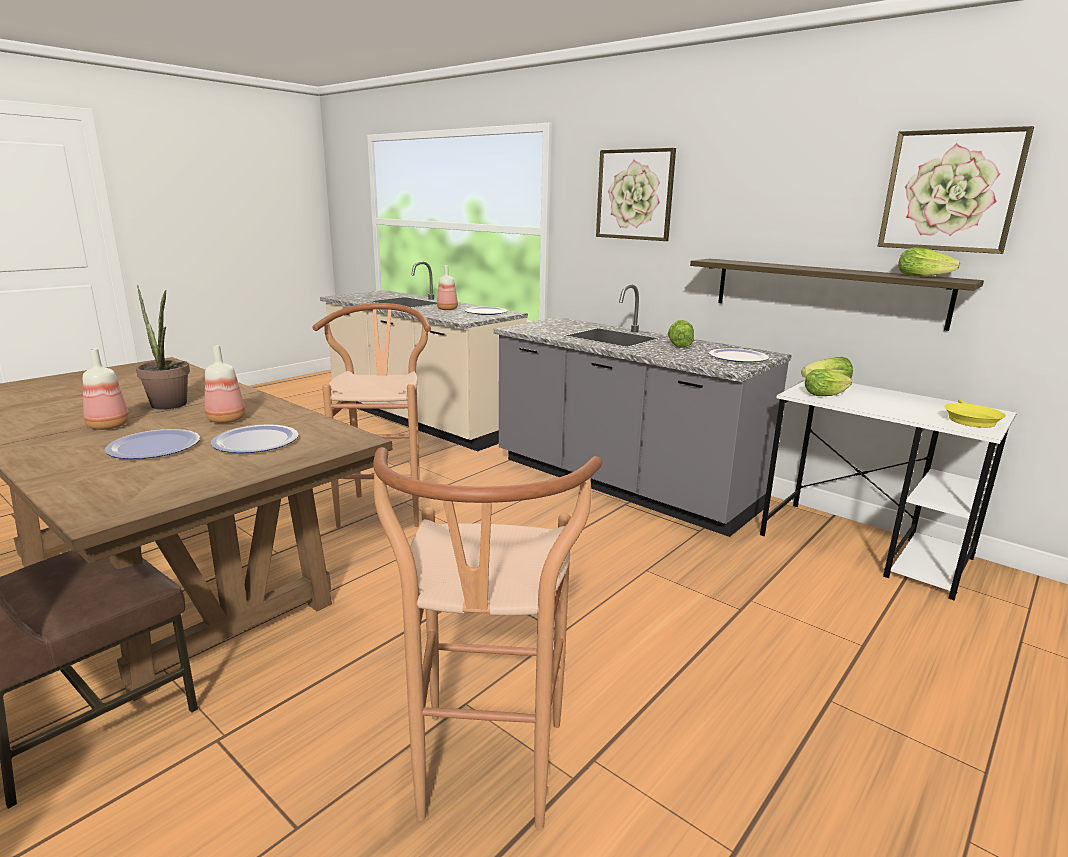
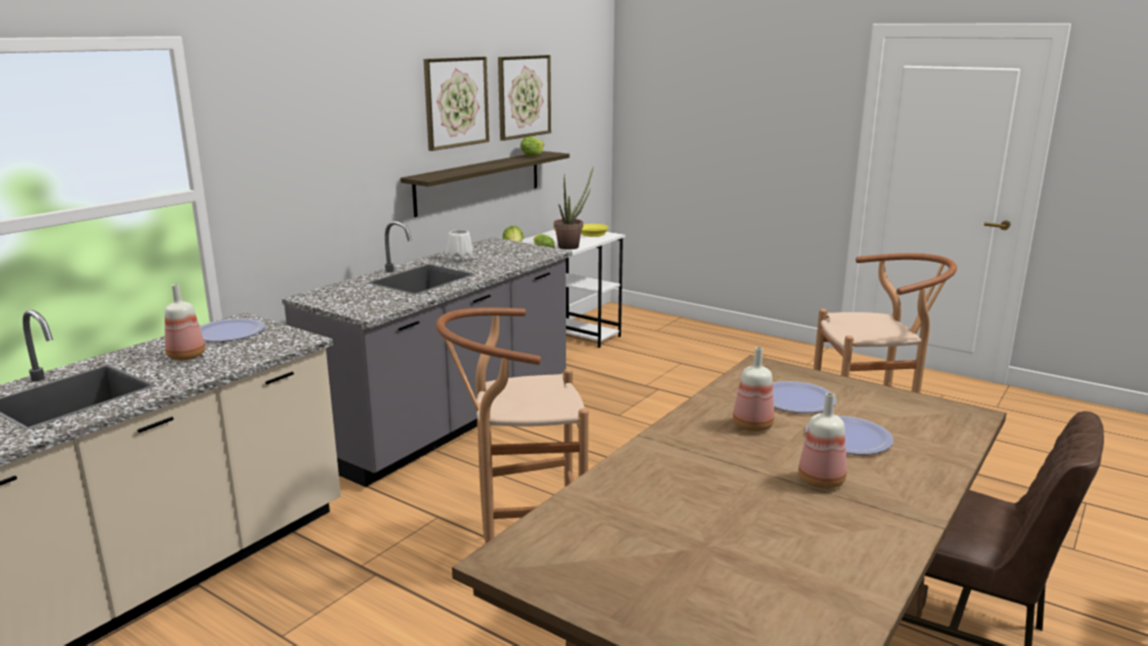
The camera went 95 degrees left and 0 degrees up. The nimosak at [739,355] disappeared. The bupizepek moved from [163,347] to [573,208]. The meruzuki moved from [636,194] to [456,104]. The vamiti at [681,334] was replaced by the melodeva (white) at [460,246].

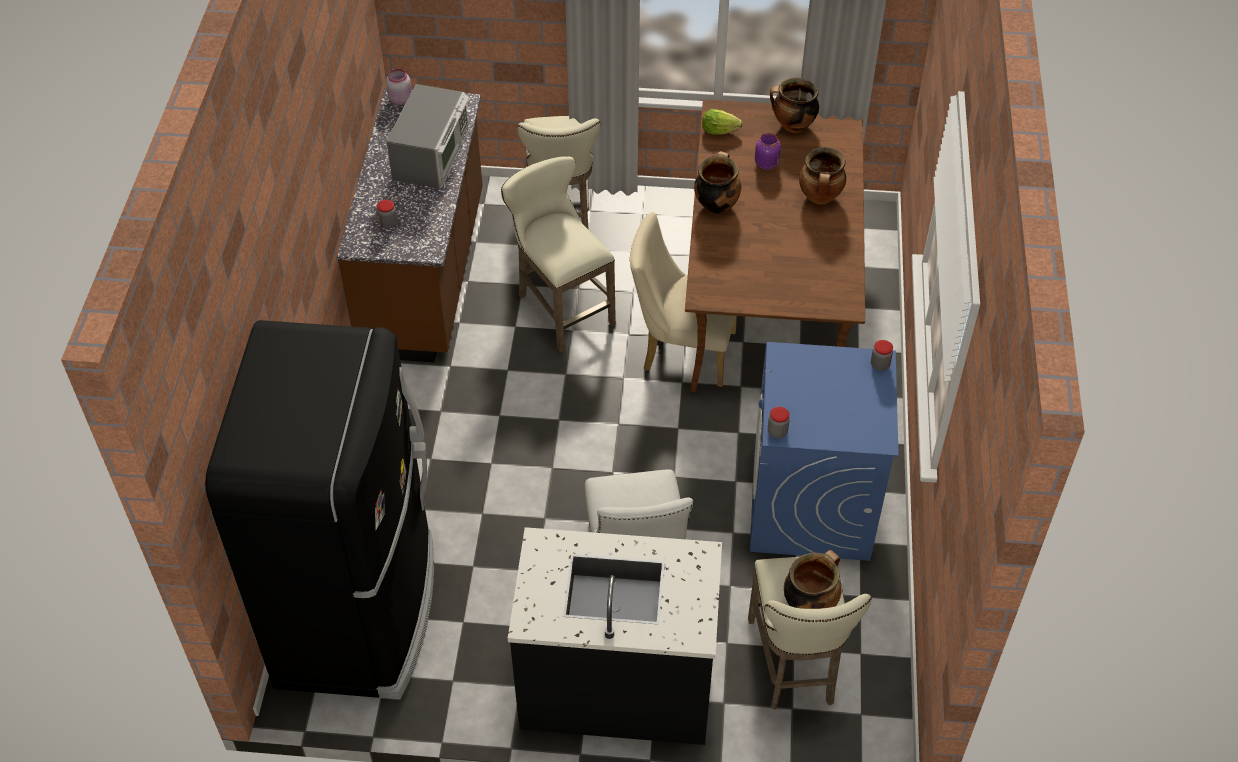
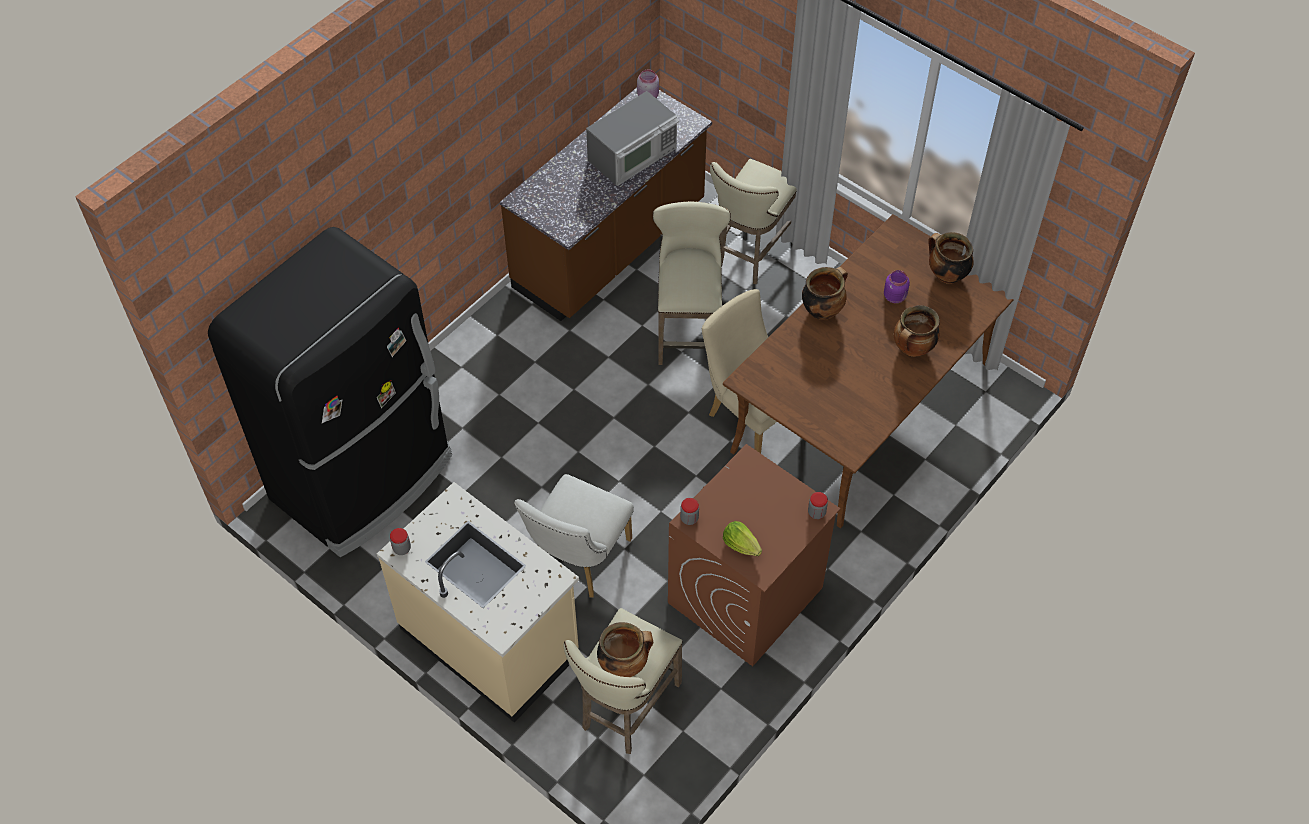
The camera went 35 degrees right and 5 degrees up. The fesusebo moved from [387,214] to [400,541]. The vamiti moved from [722,122] to [742,538]. The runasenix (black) at [615,636] became the runasenix (beige) at [478,602]. The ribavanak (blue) at [824,451] became the ribavanak (brown) at [754,555].

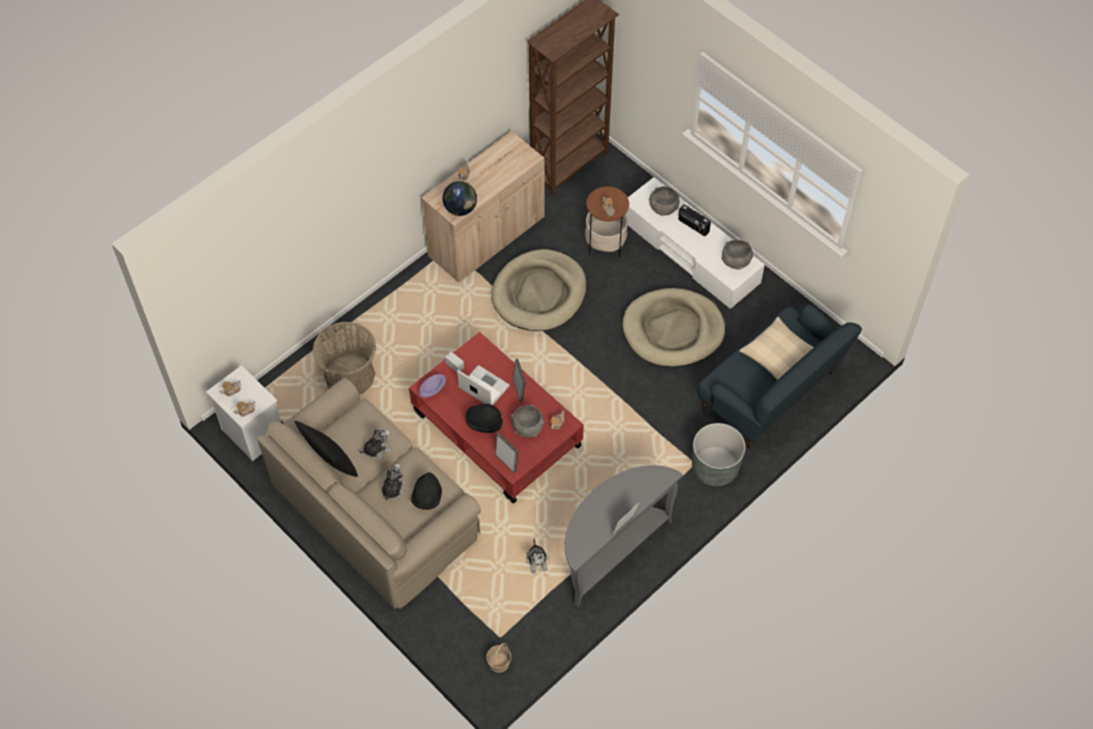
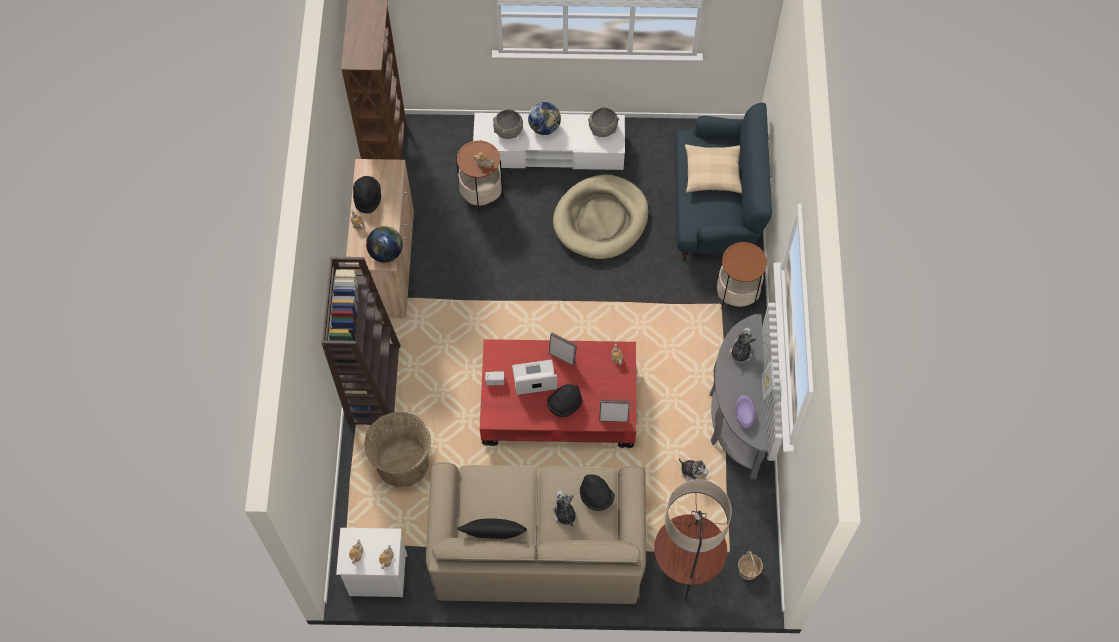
The camera went 45 degrees left and 5 degrees up. The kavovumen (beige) at [539,290] disappeared. The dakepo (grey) at [527,421] disappeared. The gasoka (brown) at [361,340] appeared. The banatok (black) at [367,195] appeared. The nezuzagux at [693,539] appeared. The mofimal moved from [375,444] to [743,345]. The dakepo (purple) moved from [432,386] to [745,411]. The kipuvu at [694,220] was replaced by the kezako at [544,118]. The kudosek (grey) at [718,454] was replaced by the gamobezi at [742,276].

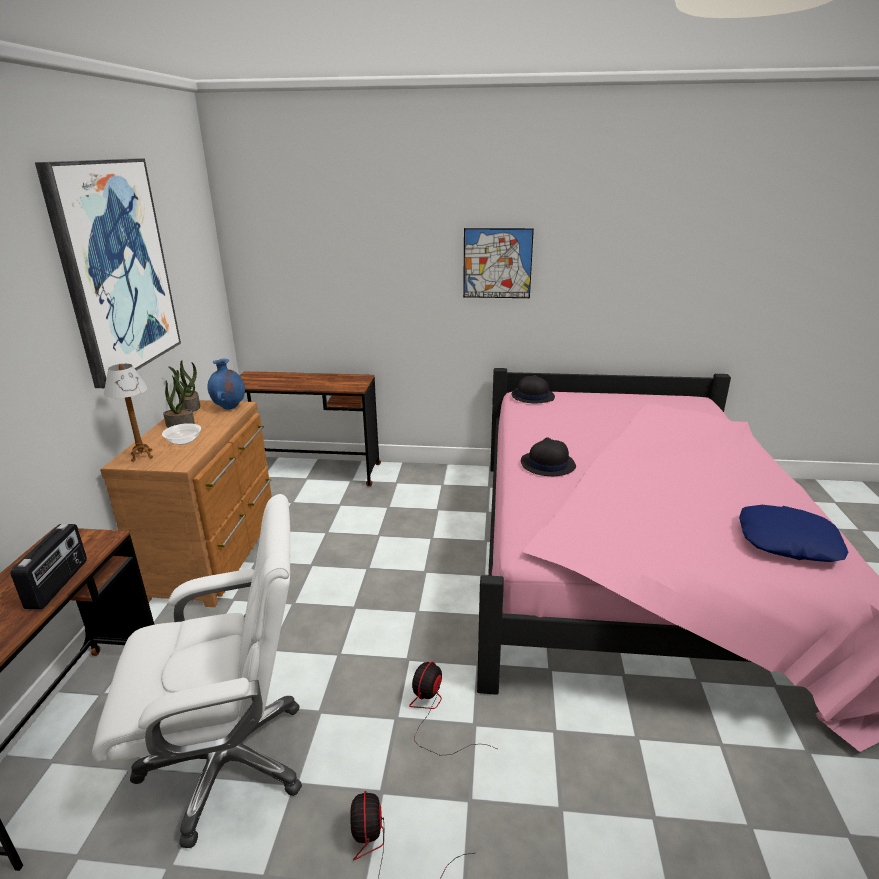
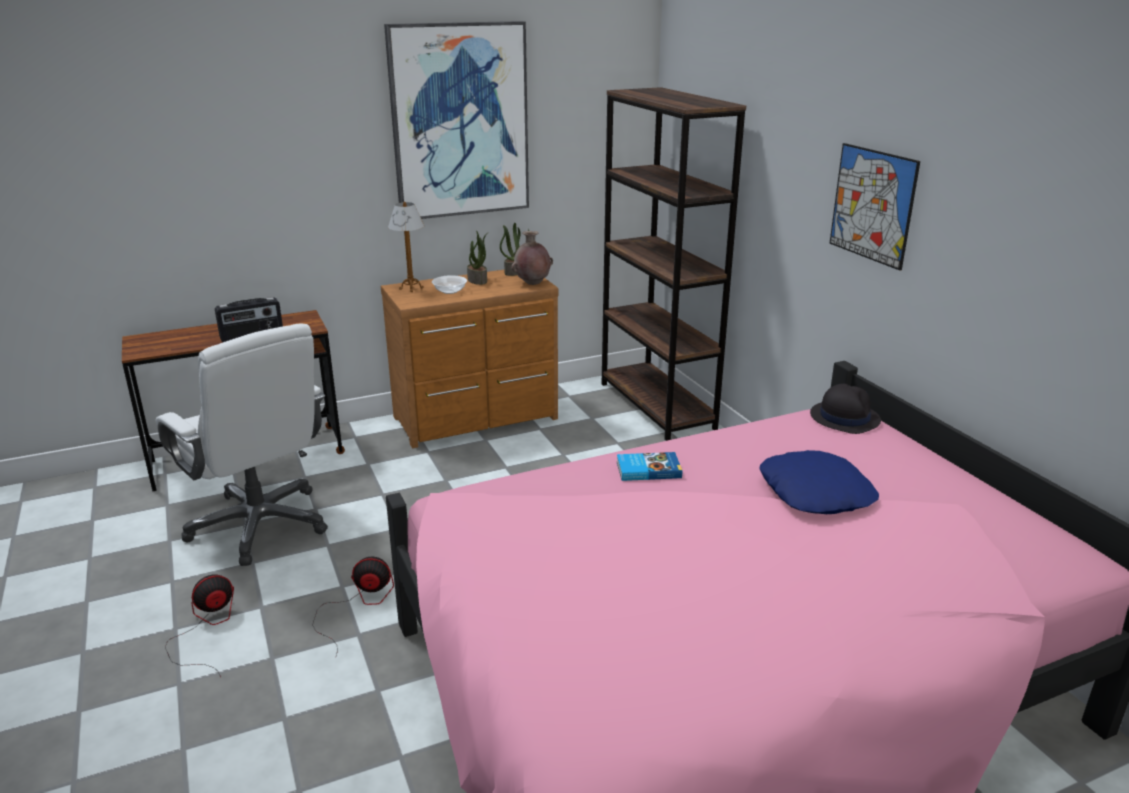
The camera went 60 degrees right and 0 degrees up. The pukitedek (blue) moved from [793,533] to [819,482]. The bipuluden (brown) at [310,428] was replaced by the gasoka (brown) at [674,264]. The banatok (black) at [548,456] was replaced by the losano at [649,466]. The melodeva (blue) at [226,384] became the melodeva (brown) at [532,258].

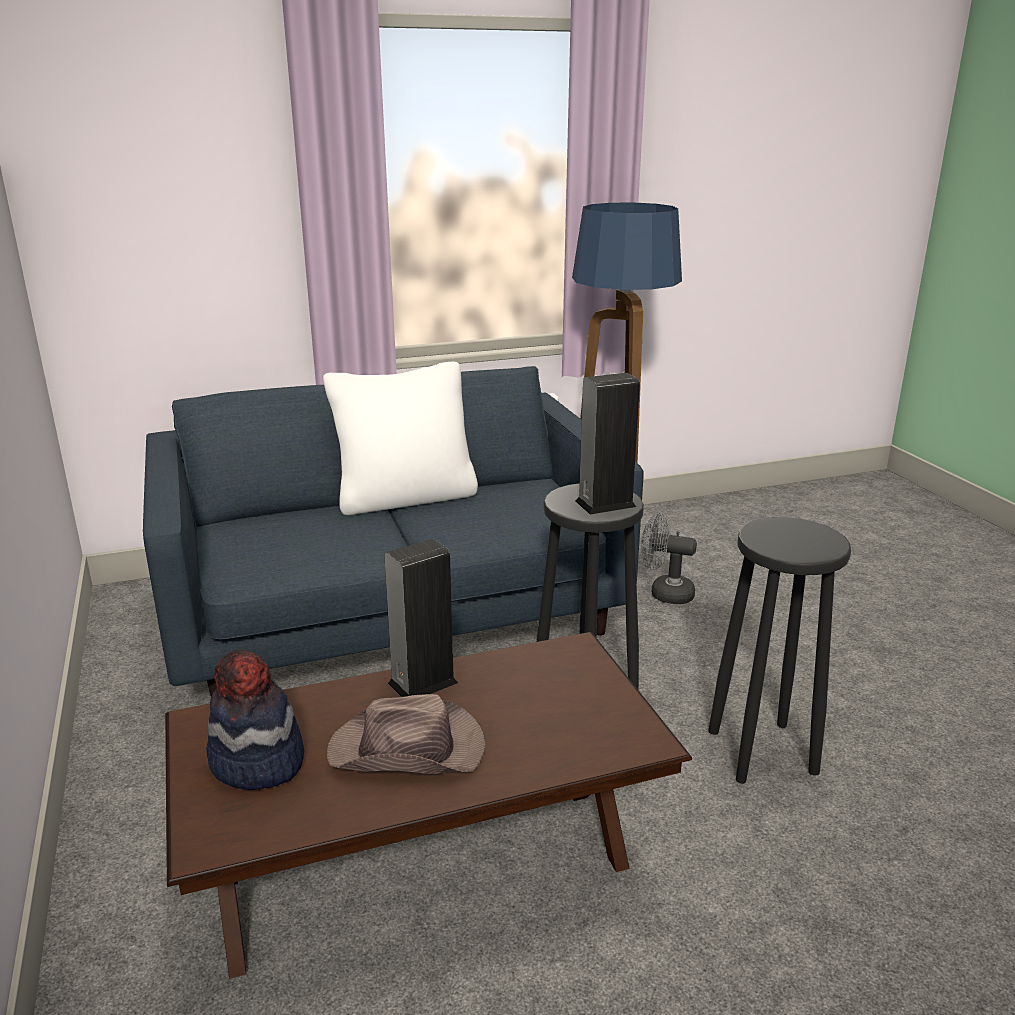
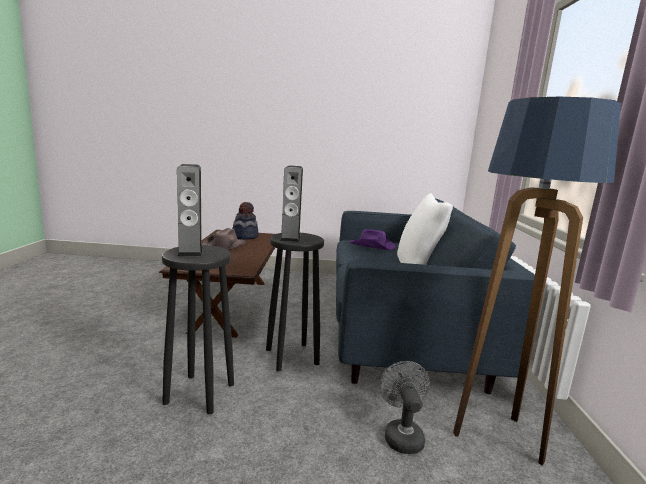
The camera went 110 degrees right and 10 degrees down. The banatok (purple) at [372,239] appeared. The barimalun moved from [421,618] to [190,210]. The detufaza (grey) at [669,558] turned 45 degrees counterclockwise.

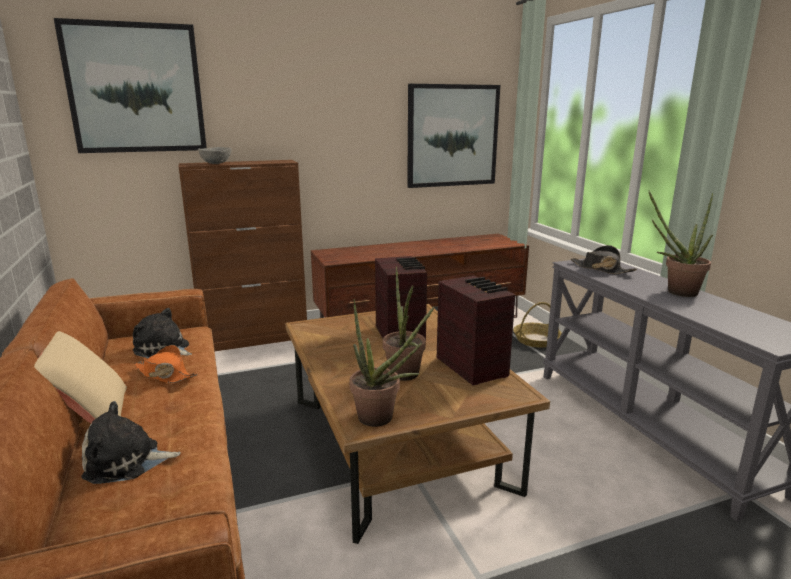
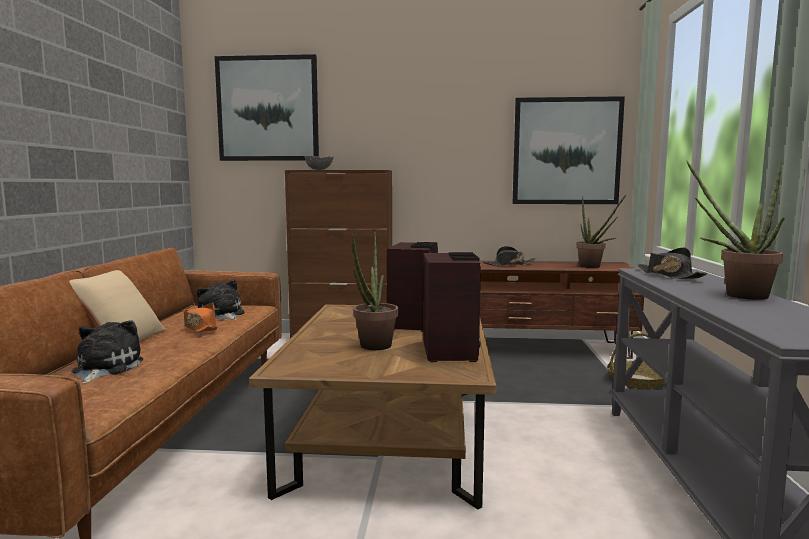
The camera went 25 degrees right and 10 degrees down. The banatok (black) at [509,256] appeared. The bupizepek moved from [392,363] to [601,231]. The mofimal at [131,442] turned 75 degrees clockwise.

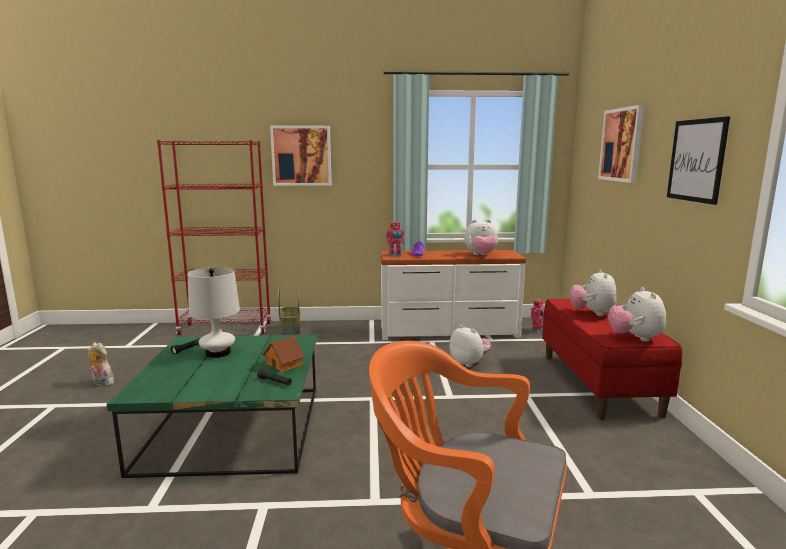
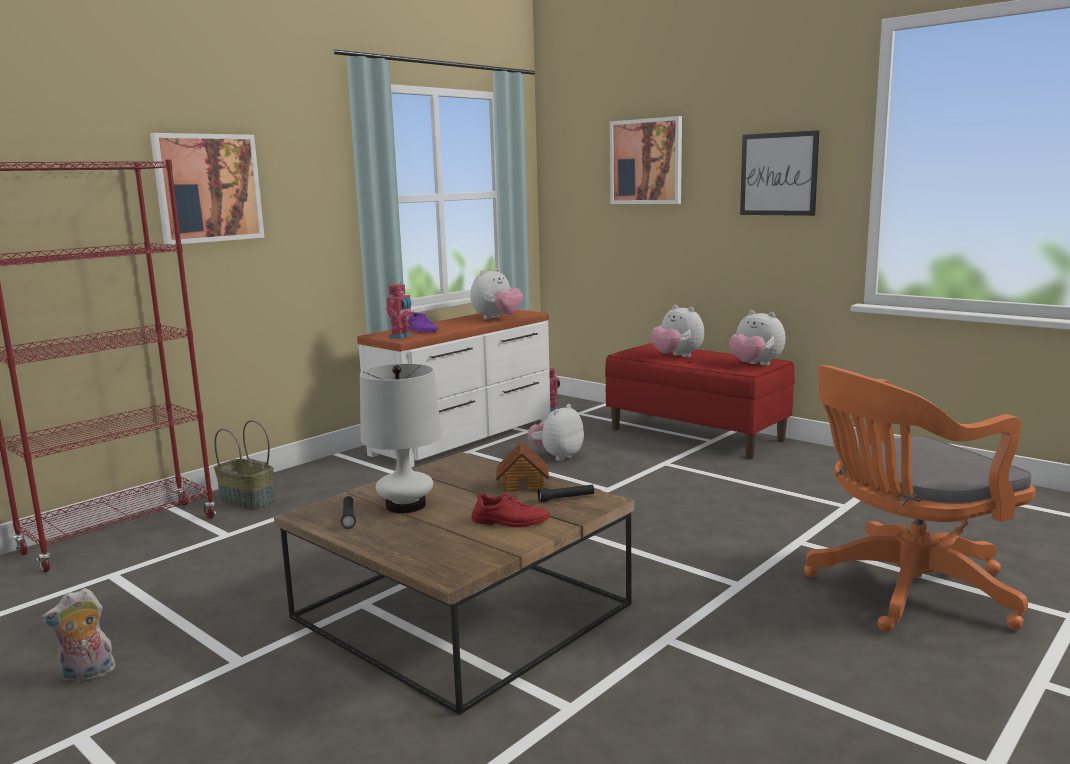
The camera went 45 degrees left and 0 degrees up. The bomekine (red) at [510,510] appeared. The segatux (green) at [212,406] became the segatux (brown) at [454,583]. The mofimal at [470,346] turned 60 degrees counterclockwise.

